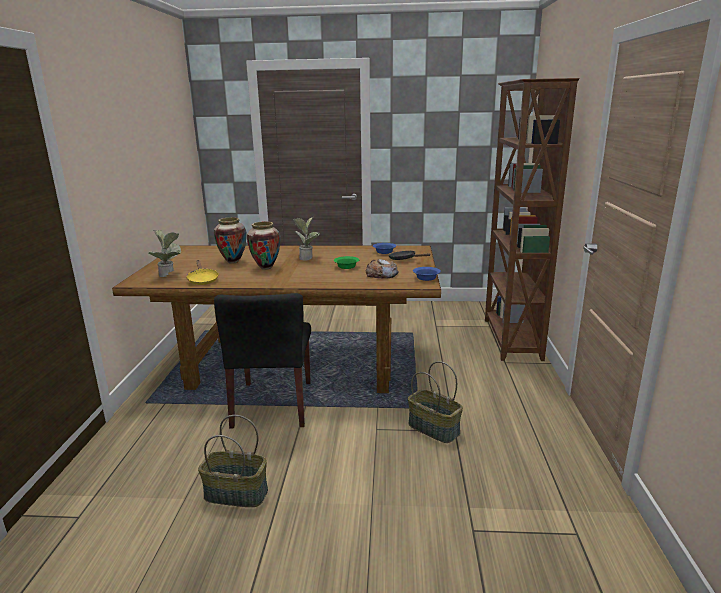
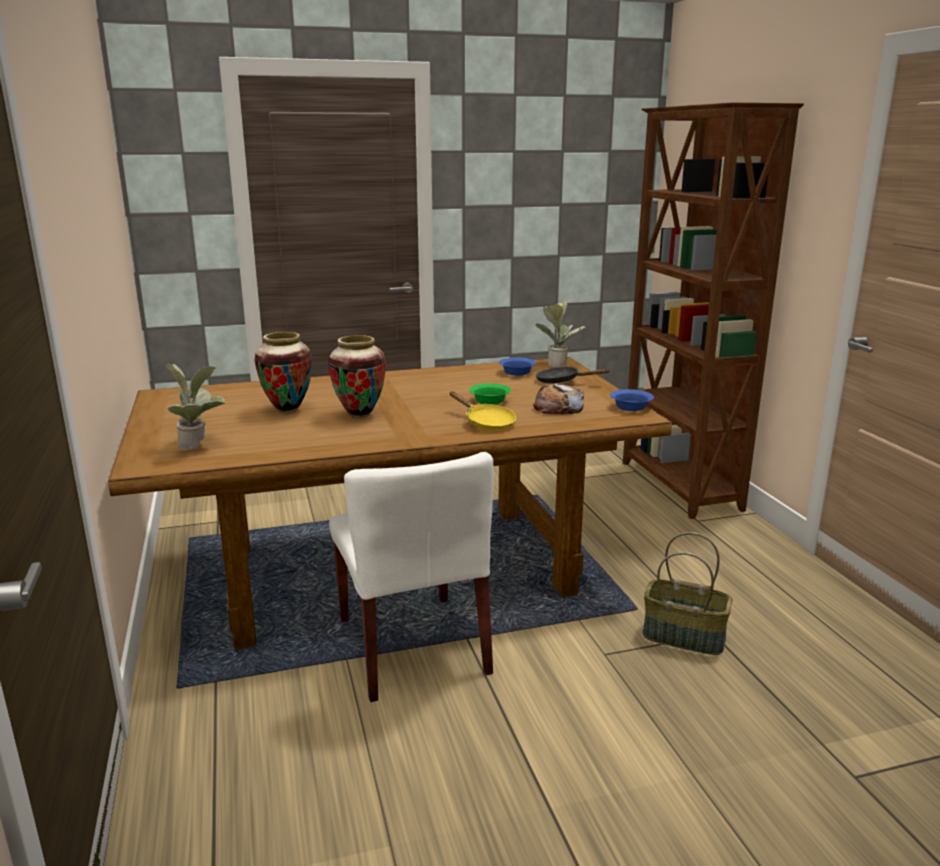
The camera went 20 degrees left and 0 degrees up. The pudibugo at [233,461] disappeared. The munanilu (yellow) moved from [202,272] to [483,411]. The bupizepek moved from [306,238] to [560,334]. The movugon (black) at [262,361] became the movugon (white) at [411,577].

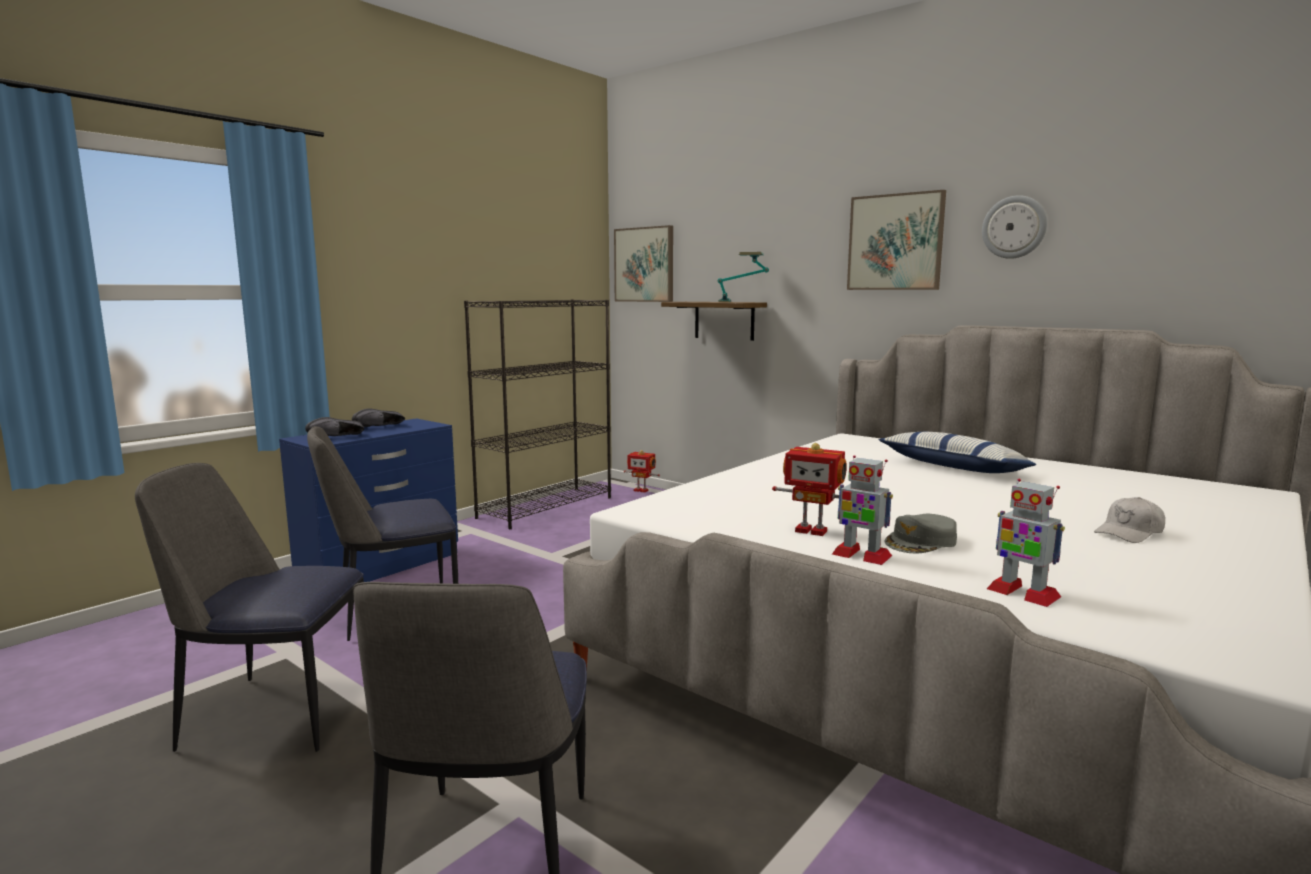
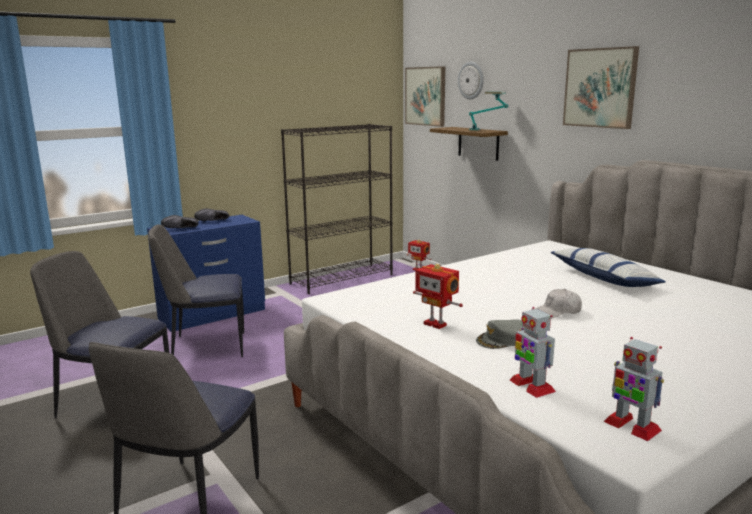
The camera went 15 degrees right and 5 degrees up. The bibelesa moved from [862,510] to [634,389]. The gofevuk moved from [1014,227] to [471,80]. The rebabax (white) moved from [1129,520] to [557,304].

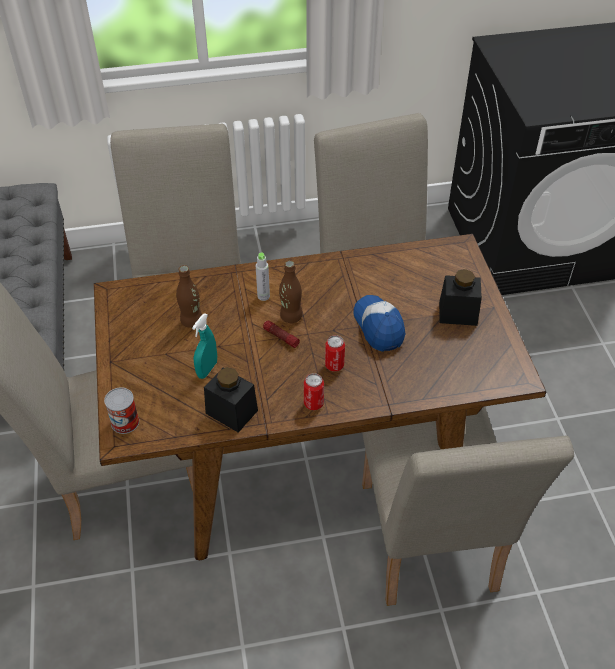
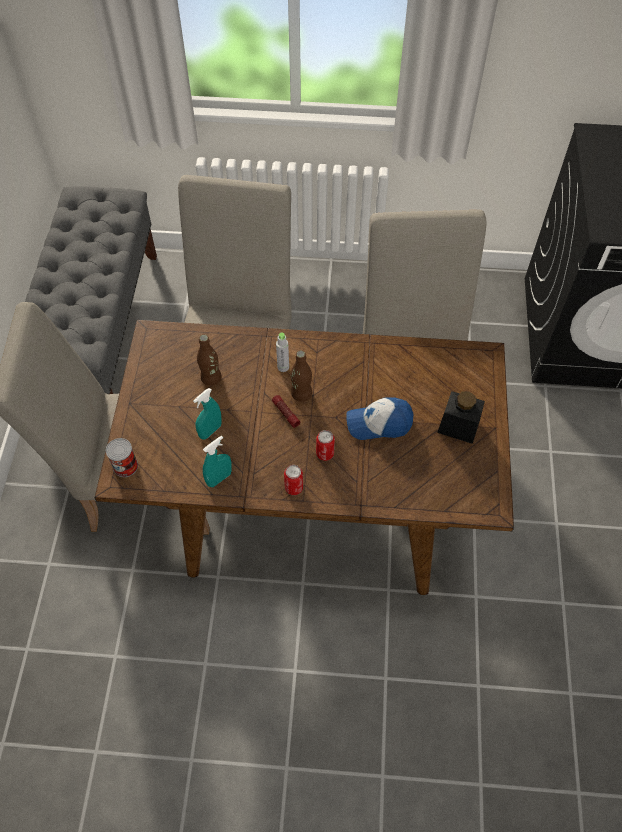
The camera went 15 degrees right and 10 degrees up. The movugon (beige) at [468,506] disappeared. The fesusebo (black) at [231,400] was replaced by the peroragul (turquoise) at [217,461]. The rebabax at [379,323] turned 90 degrees counterclockwise.

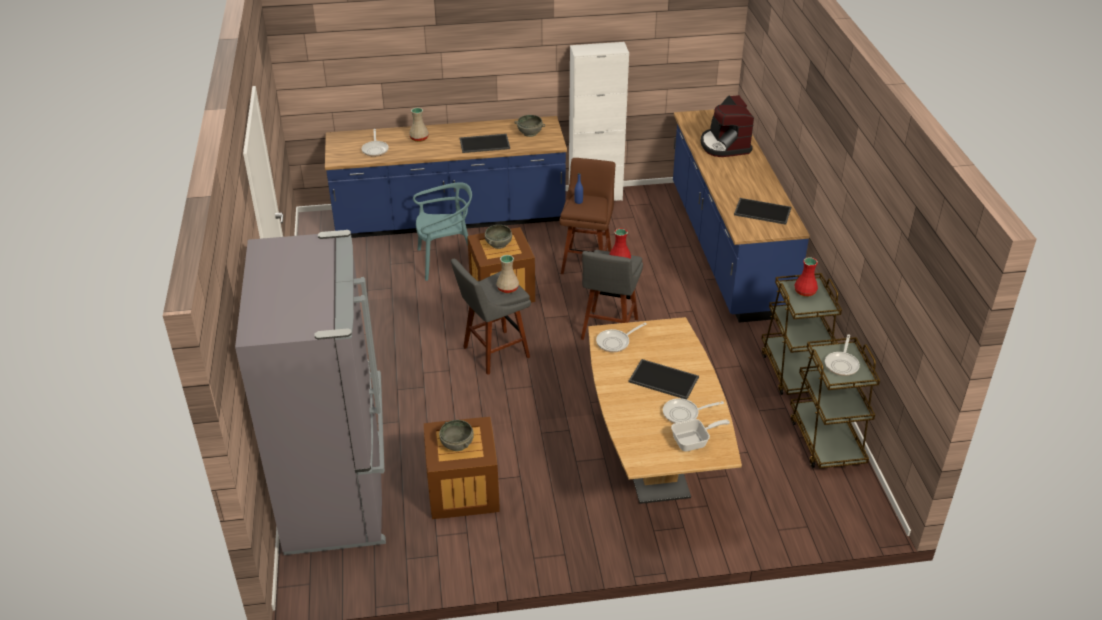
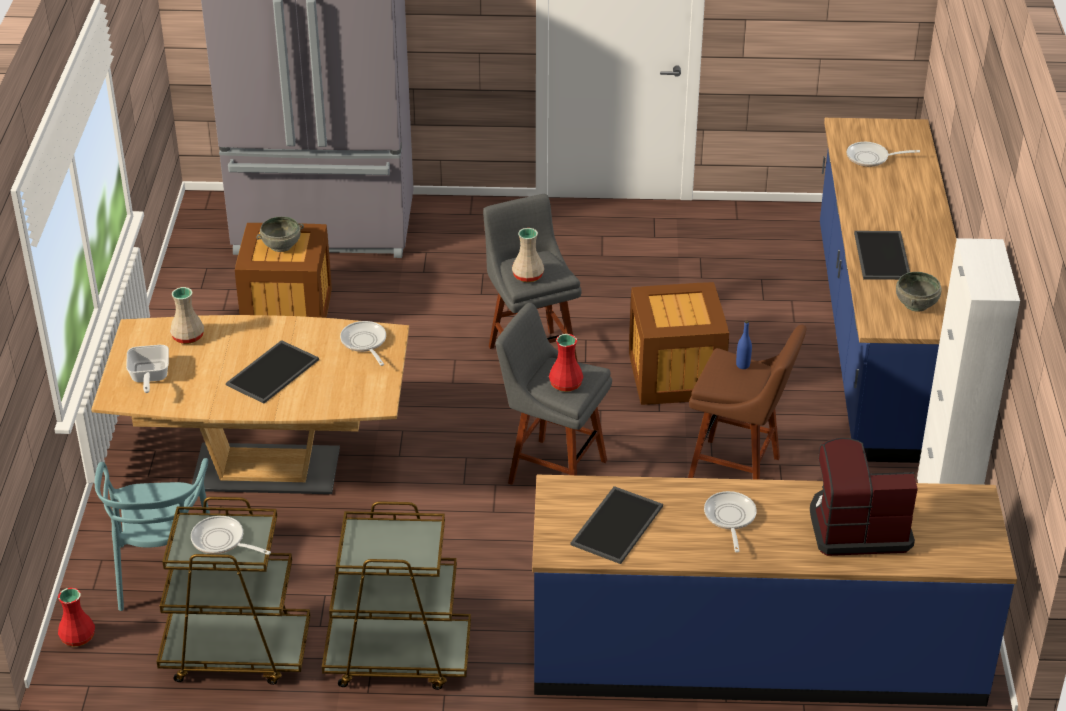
The camera went 100 degrees right and 0 degrees up. The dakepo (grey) at [498,237] disappeared. The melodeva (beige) moved from [419,125] to [187,315]. The movugon (turquoise) moved from [442,231] to [152,534]. The munanilu moved from [693,410] to [730,522]. The melodeva (red) moved from [806,277] to [76,617].

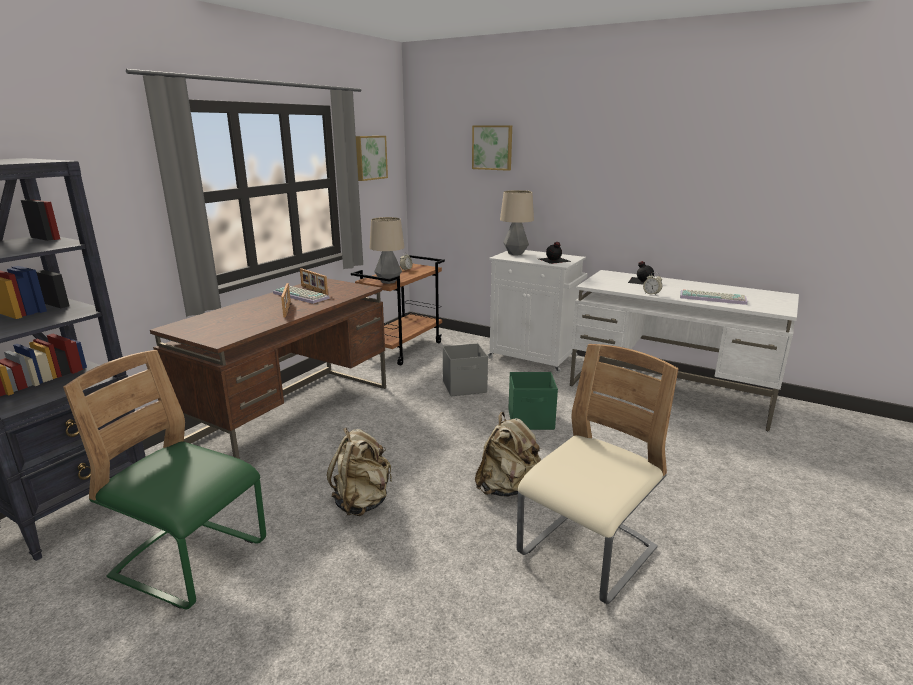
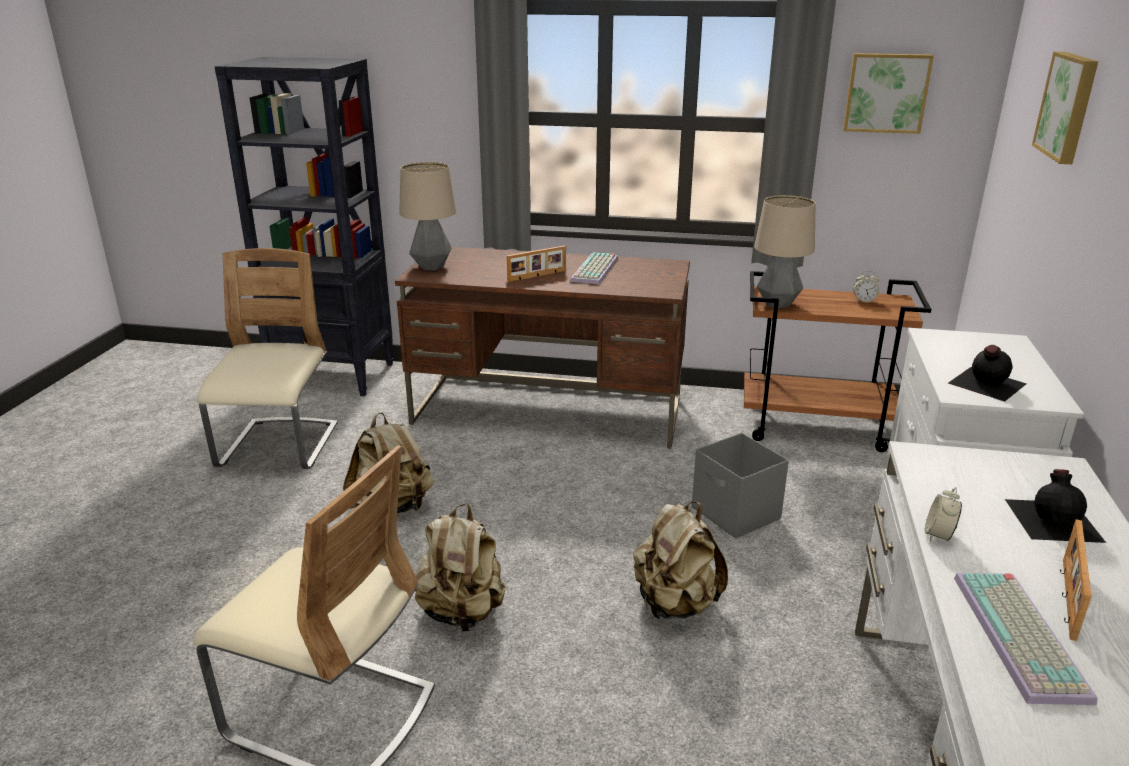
The camera went 70 degrees right and 5 degrees up. The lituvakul moved from [314,281] to [1076,580]. The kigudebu moved from [517,222] to [427,216]. The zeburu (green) at [533,401] was replaced by the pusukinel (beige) at [680,561]. The movugon (green) at [164,479] became the movugon (beige) at [268,358].

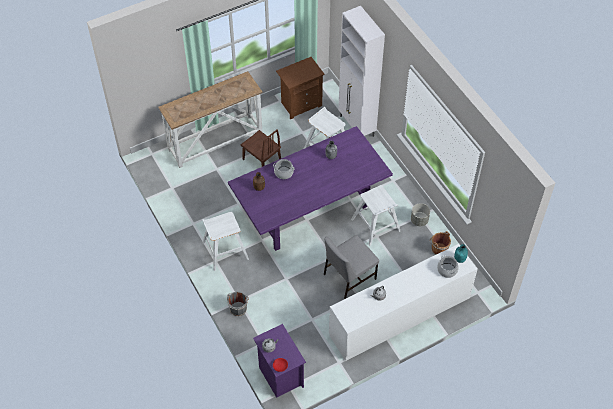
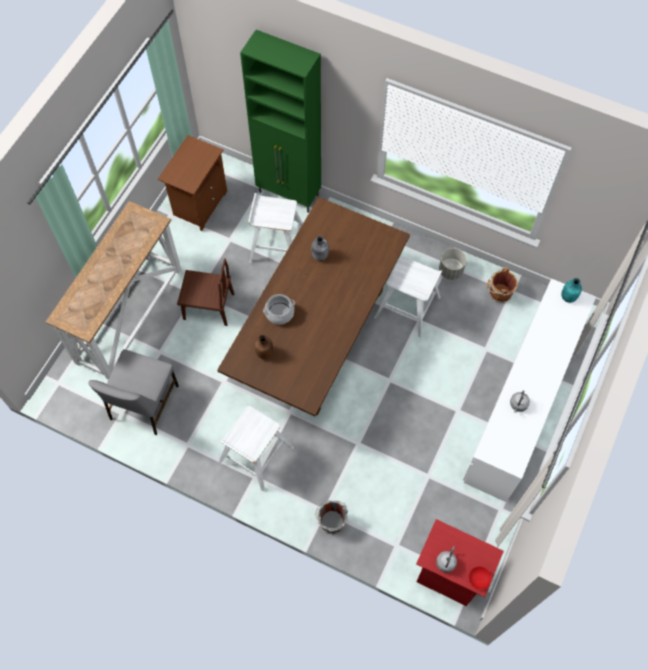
The camera went 35 degrees left and 10 degrees up. The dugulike at [448,266] disappeared. The movugon (grey) moved from [351,267] to [134,392]. The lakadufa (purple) at [310,188] became the lakadufa (brown) at [313,306]. The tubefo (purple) at [279,361] became the tubefo (red) at [460,562]. The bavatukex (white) at [361,71] became the bavatukex (green) at [280,121].

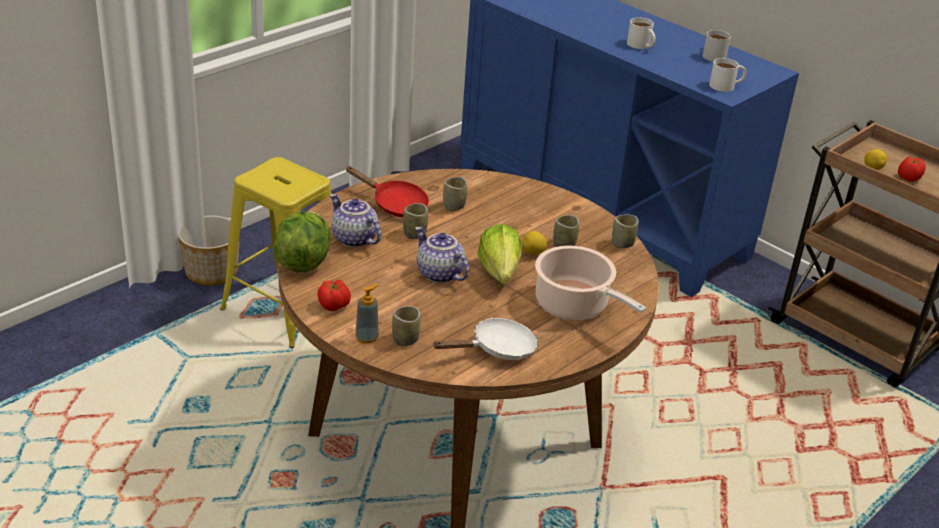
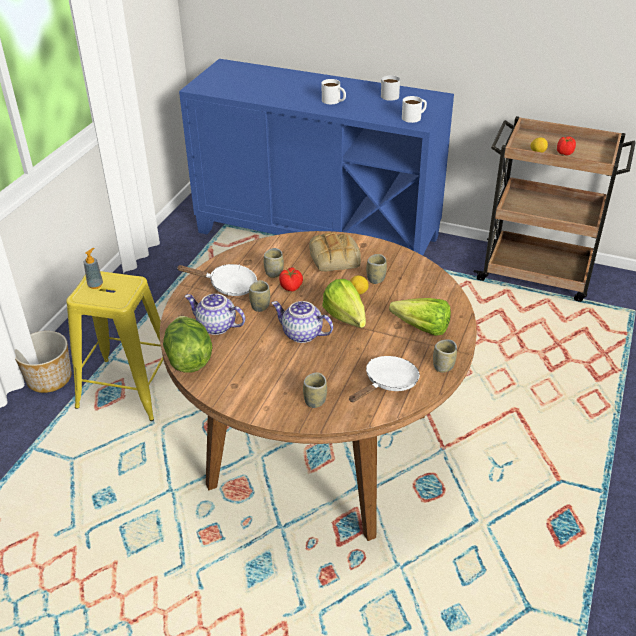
The camera went 20 degrees left and 5 degrees up. The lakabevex at [335,252] appeared. The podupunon moved from [334,295] to [291,279]. The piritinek moved from [367,314] to [93,268]. The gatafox moved from [625,231] to [445,355]. The dugulike at [590,283] was replaced by the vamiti at [420,317]. The munanilu (red) at [387,191] became the munanilu (white) at [216,280].

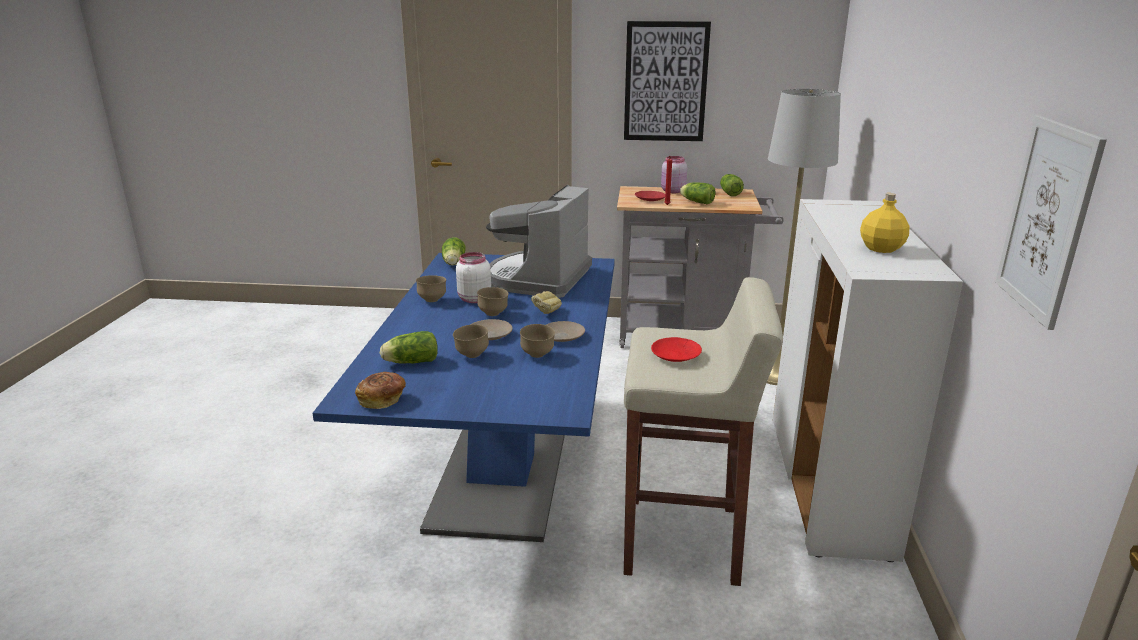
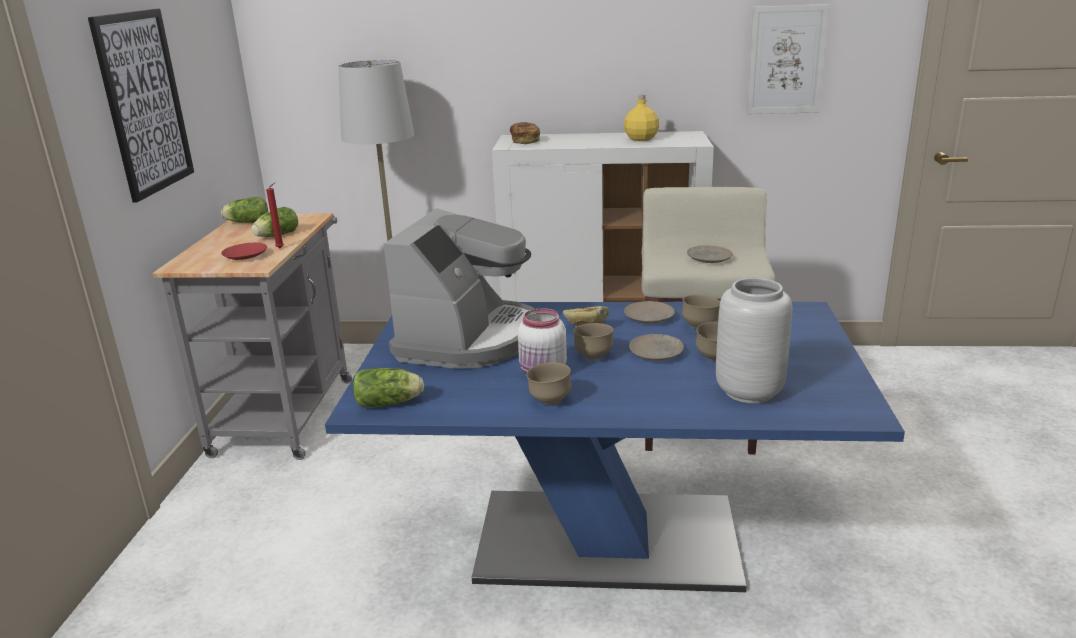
The camera went 90 degrees left and 0 degrees up. The fesusebo (pink) at [674,174] disappeared. The lakabevex moved from [380,390] to [525,133]. The vamiti at [409,347] was replaced by the melodeva (grey) at [754,340]. The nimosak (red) at [676,349] became the nimosak (beige) at [710,254]. The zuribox at [539,241] turned 90 degrees counterclockwise.

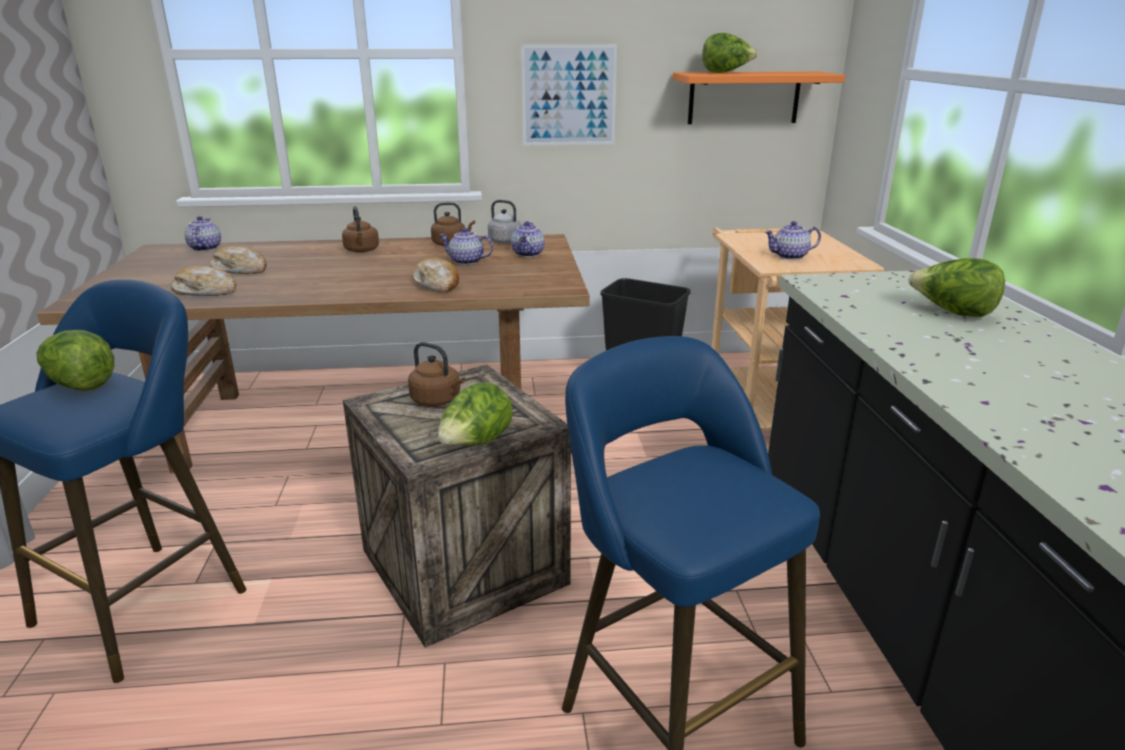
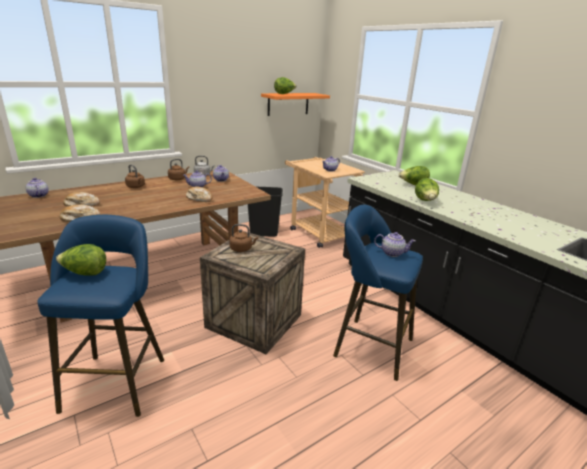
The camera went 30 degrees left and 0 degrees up. The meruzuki at [569,95] disappeared. The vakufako at [394,244] appeared. The vamiti moved from [475,414] to [427,189].

